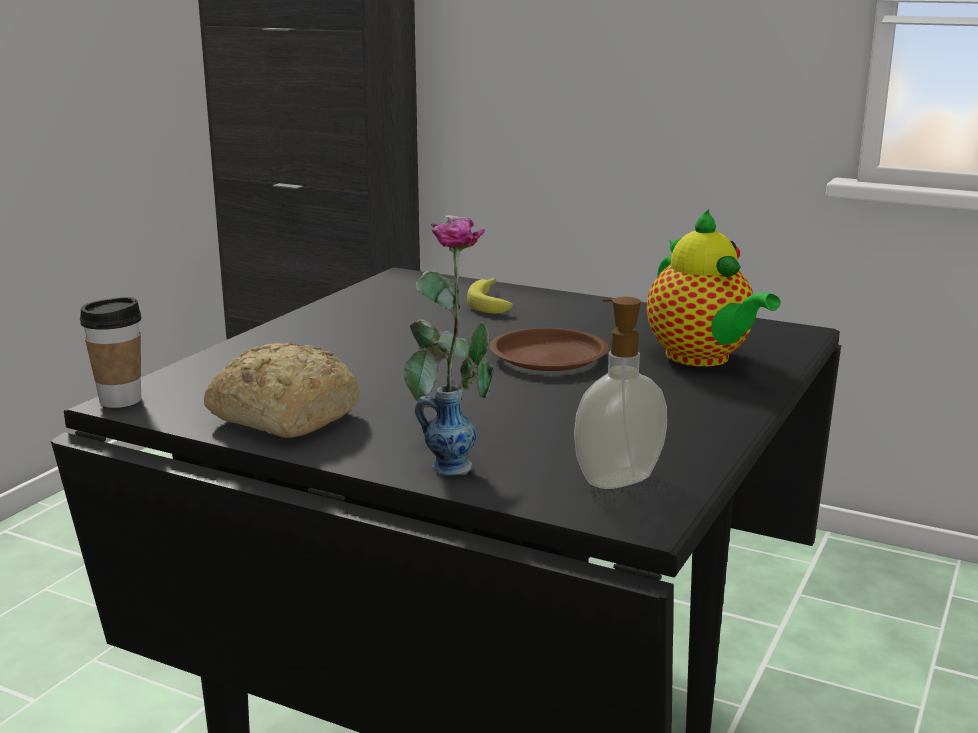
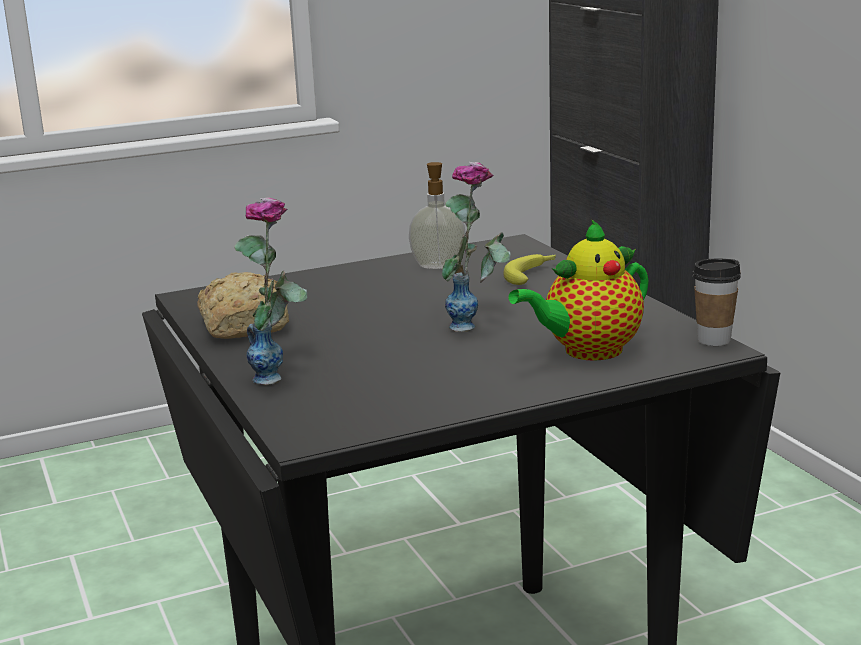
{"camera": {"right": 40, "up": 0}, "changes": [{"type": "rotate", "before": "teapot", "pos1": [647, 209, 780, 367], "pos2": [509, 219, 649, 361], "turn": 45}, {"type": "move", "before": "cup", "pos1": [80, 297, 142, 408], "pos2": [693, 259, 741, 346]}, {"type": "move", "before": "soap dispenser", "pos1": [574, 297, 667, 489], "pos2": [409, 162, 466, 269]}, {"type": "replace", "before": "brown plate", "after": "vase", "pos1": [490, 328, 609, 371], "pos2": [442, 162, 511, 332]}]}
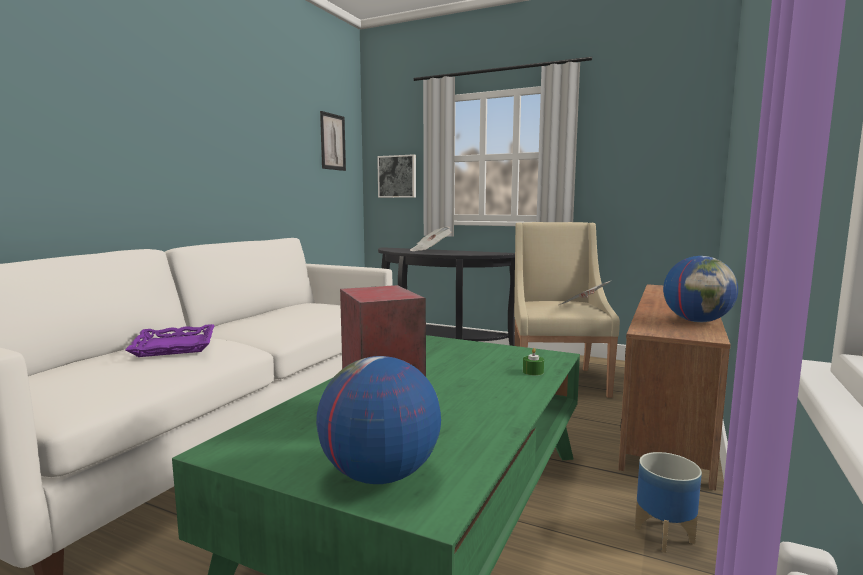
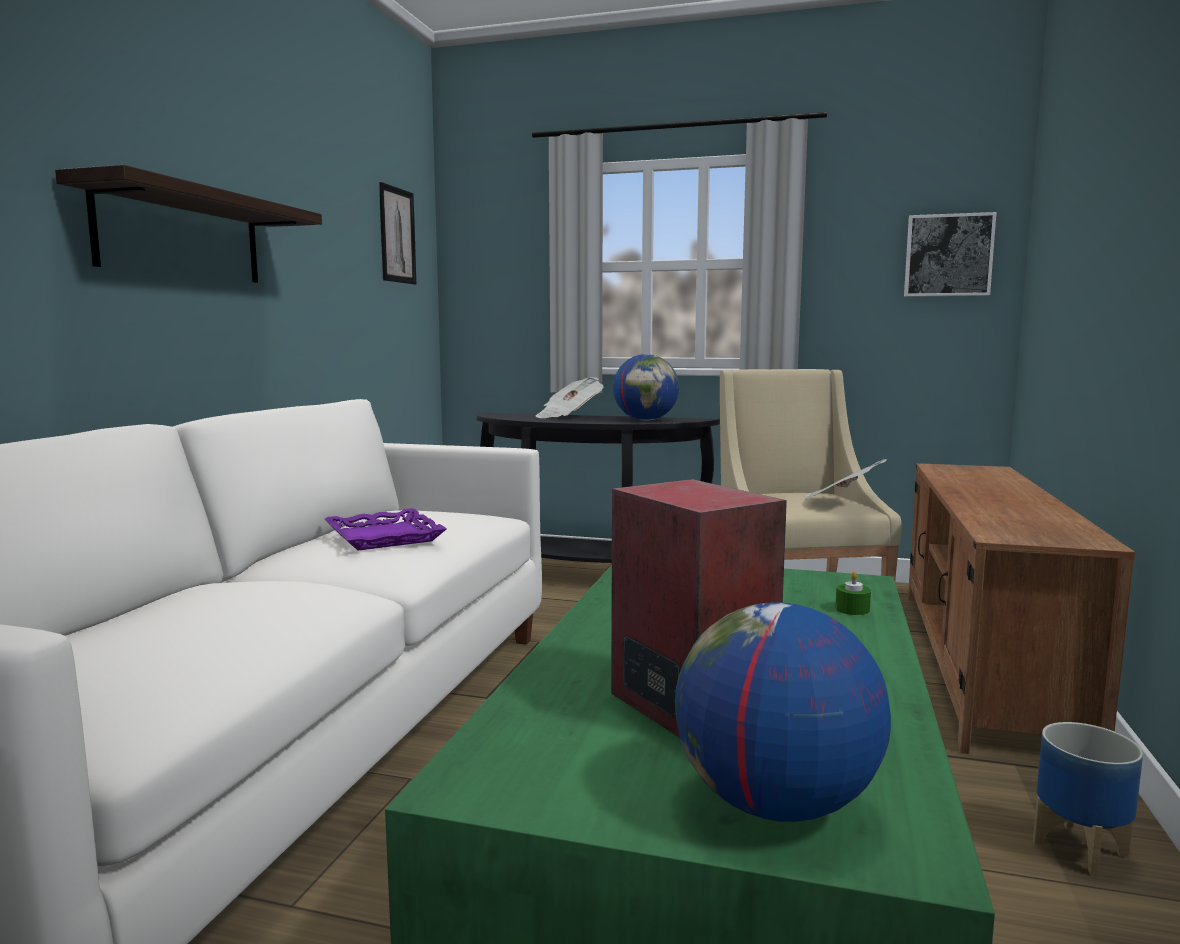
{"camera": {"right": -10, "up": 0}, "changes": [{"type": "move", "before": "picture", "pos1": [377, 154, 416, 198], "pos2": [904, 212, 997, 297]}, {"type": "move", "before": "globe", "pos1": [663, 256, 738, 322], "pos2": [613, 354, 679, 421]}, {"type": "move", "before": "purple tray", "pos1": [125, 324, 215, 357], "pos2": [324, 508, 447, 551]}, {"type": "insert", "after": "shelf", "pos2": [55, 165, 322, 283]}]}
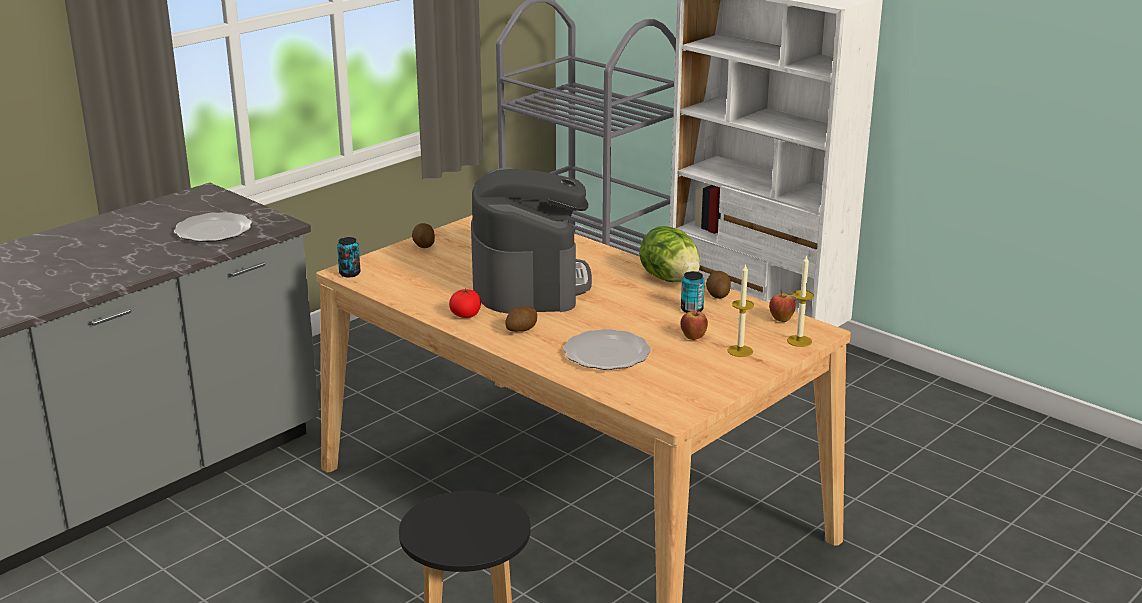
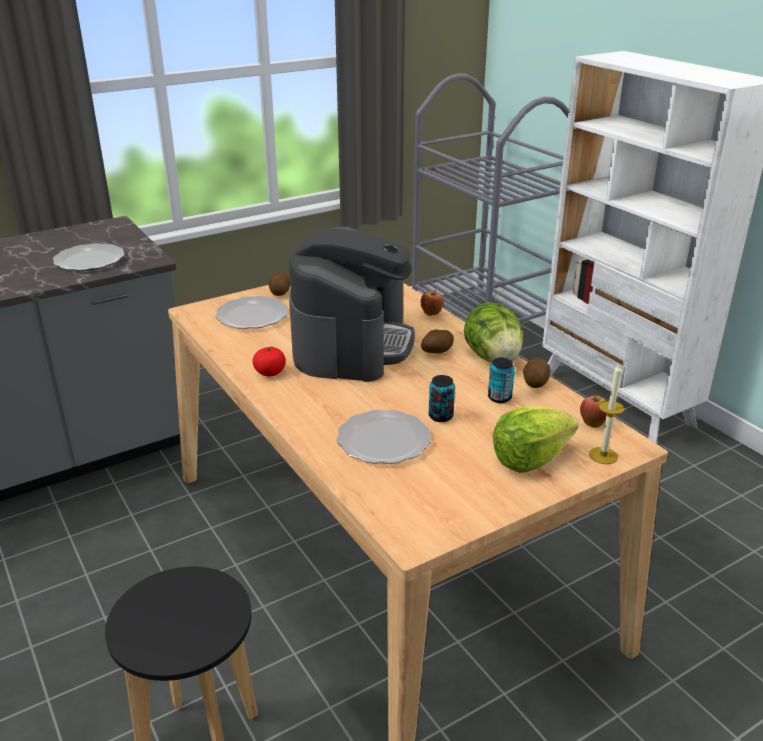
{"camera": {"right": 15, "up": 5}, "changes": [{"type": "move", "before": "can", "pos1": [337, 237, 361, 277], "pos2": [429, 375, 455, 422]}, {"type": "replace", "before": "candle", "after": "lettuce", "pos1": [727, 264, 754, 357], "pos2": [493, 406, 578, 473]}, {"type": "move", "before": "potato", "pos1": [505, 306, 537, 332], "pos2": [421, 329, 454, 353]}, {"type": "move", "before": "apple", "pos1": [680, 309, 708, 340], "pos2": [421, 289, 444, 316]}, {"type": "insert", "after": "plate", "pos2": [215, 296, 288, 329]}]}
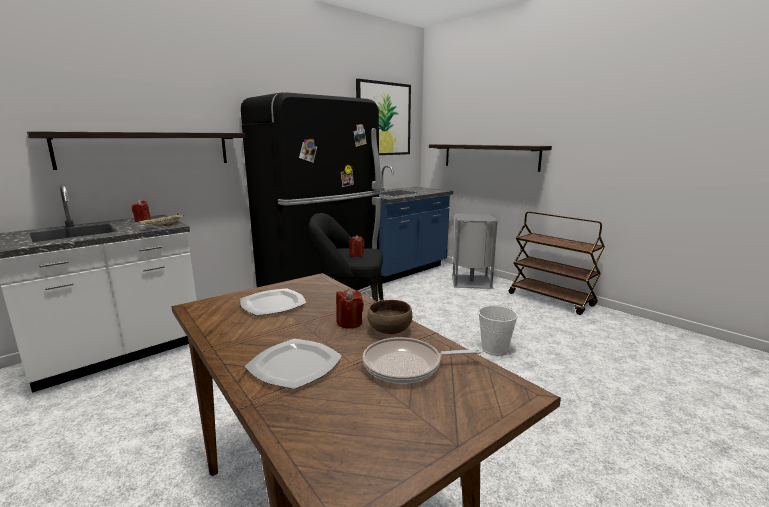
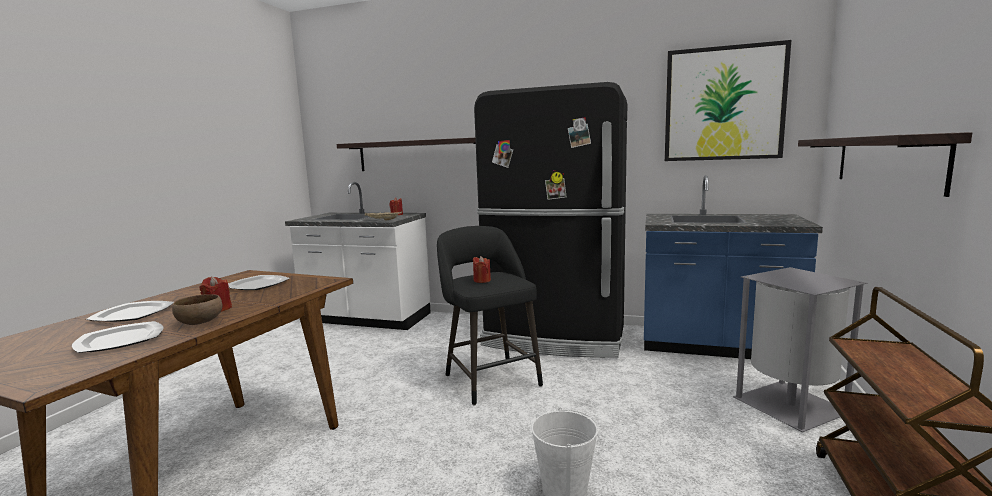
{"camera": {"right": 60, "up": -5}, "changes": [{"type": "replace", "before": "frying pan", "after": "plate", "pos1": [363, 337, 481, 384], "pos2": [72, 321, 164, 353]}]}
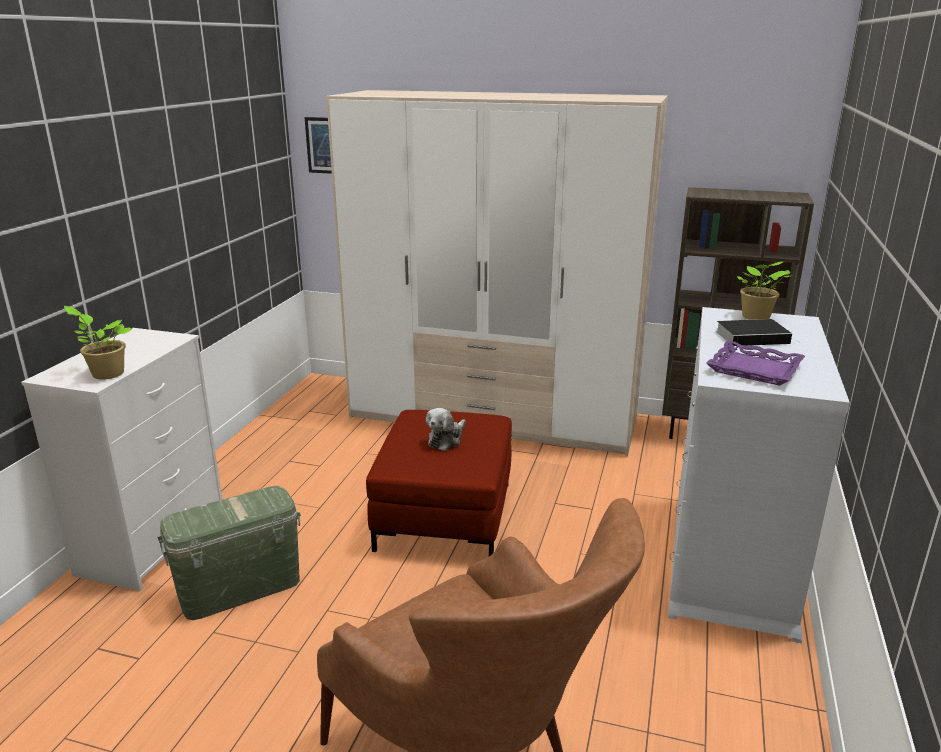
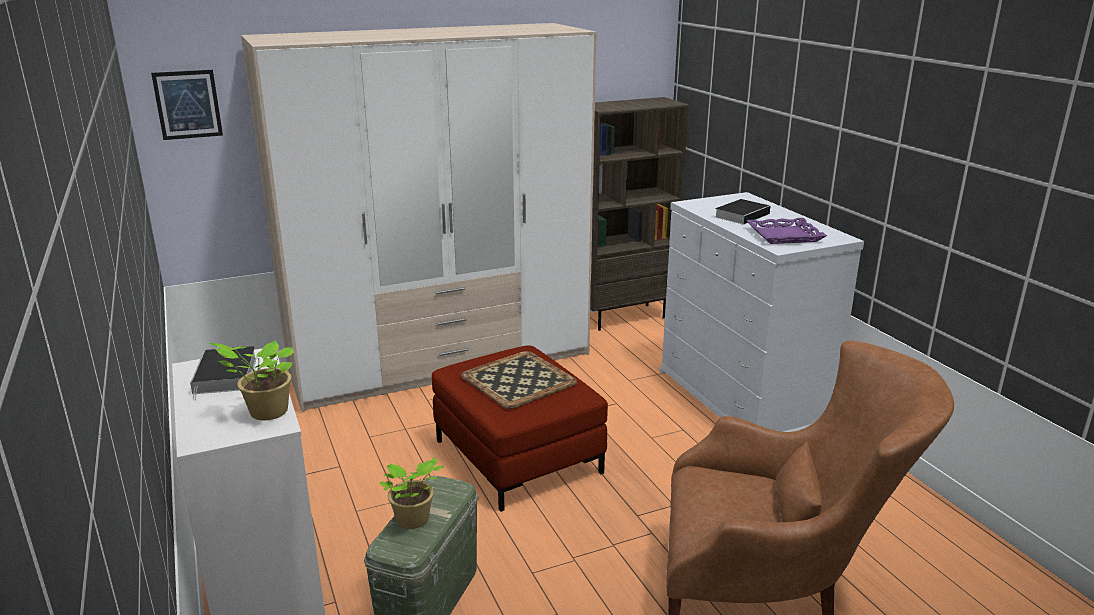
{"camera": {"right": -40, "up": 0}, "changes": [{"type": "move", "before": "potted plant", "pos1": [737, 262, 793, 320], "pos2": [379, 457, 443, 529]}, {"type": "replace", "before": "plush toy", "after": "tray", "pos1": [426, 408, 466, 451], "pos2": [461, 351, 577, 409]}, {"type": "insert", "after": "book", "pos2": [190, 346, 257, 401]}]}
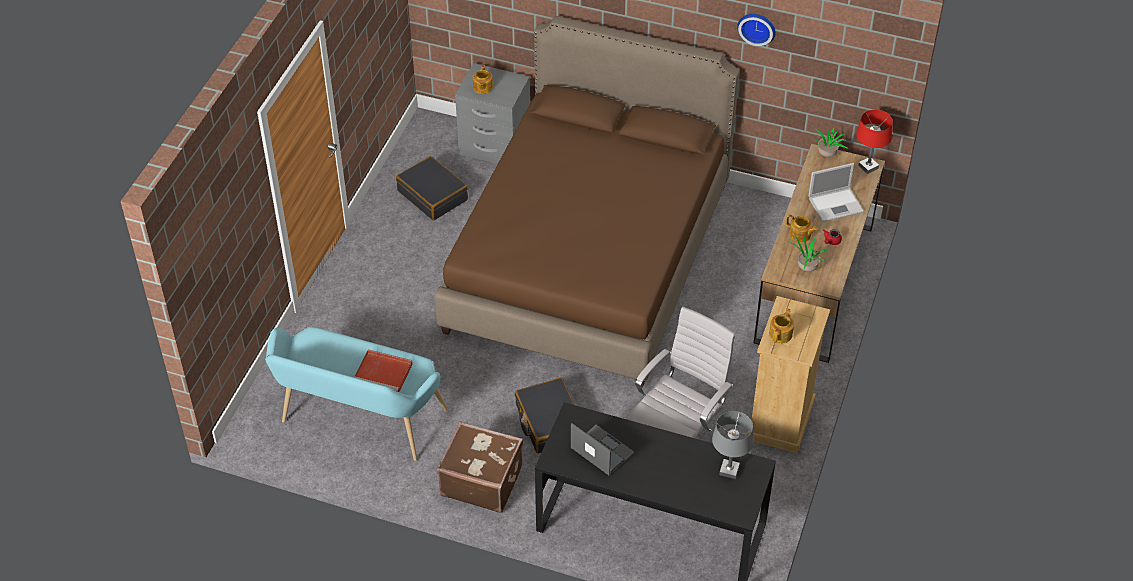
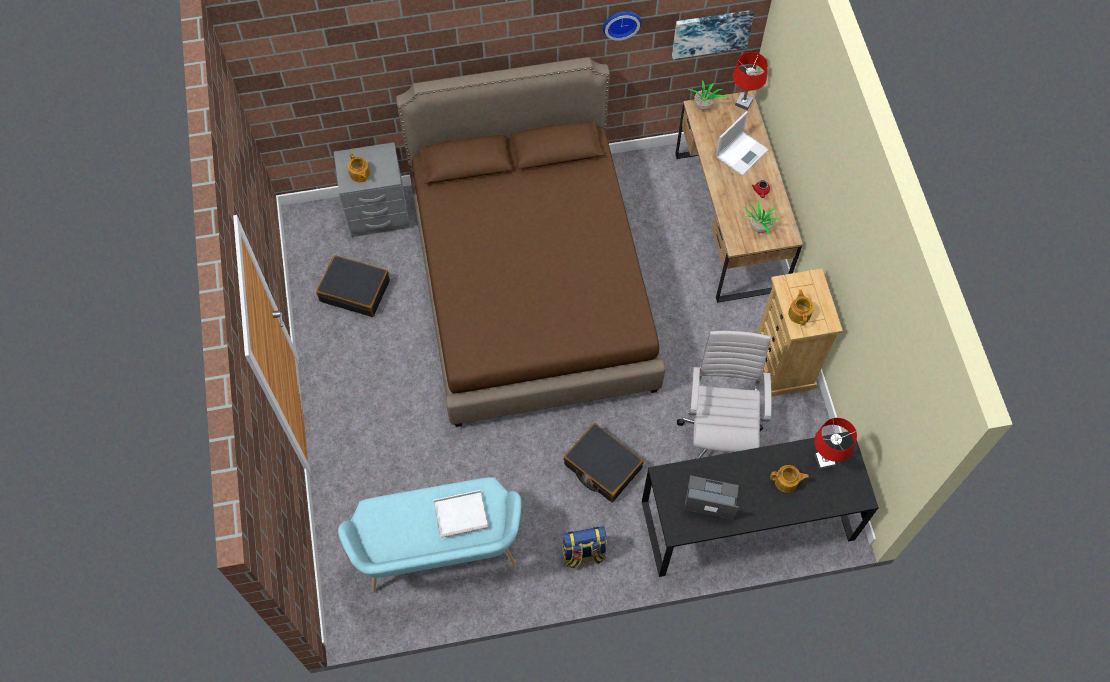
{"camera": {"right": -30, "up": 15}, "changes": [{"type": "move", "before": "teapot", "pos1": [786, 214, 818, 243], "pos2": [770, 465, 809, 493]}, {"type": "recolor", "before": "red tray", "after": "white tray", "pos1": [354, 349, 413, 392], "pos2": [434, 490, 488, 538]}, {"type": "recolor", "before": "grey table lamp", "after": "red table lamp", "pos1": [712, 411, 754, 479], "pos2": [814, 418, 857, 469]}, {"type": "replace", "before": "brown suitcase", "after": "backpack", "pos1": [437, 421, 523, 513], "pos2": [562, 526, 607, 569]}, {"type": "insert", "after": "picture", "pos2": [672, 10, 754, 59]}]}
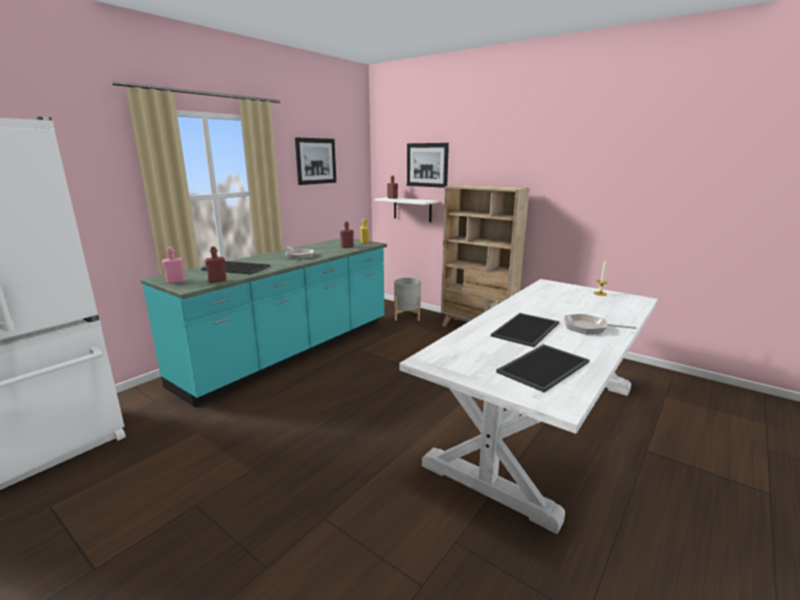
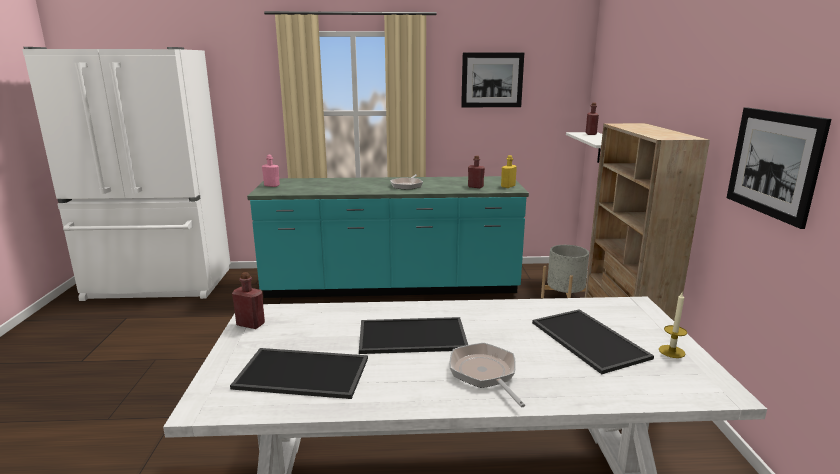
{"camera": {"right": 50, "up": 0}, "changes": [{"type": "move", "before": "picture", "pos1": [407, 143, 449, 188], "pos2": [727, 107, 831, 229]}, {"type": "move", "before": "red bottle", "pos1": [205, 246, 227, 283], "pos2": [232, 272, 265, 329]}, {"type": "move", "before": "tray", "pos1": [201, 261, 270, 274], "pos2": [532, 309, 654, 374]}]}
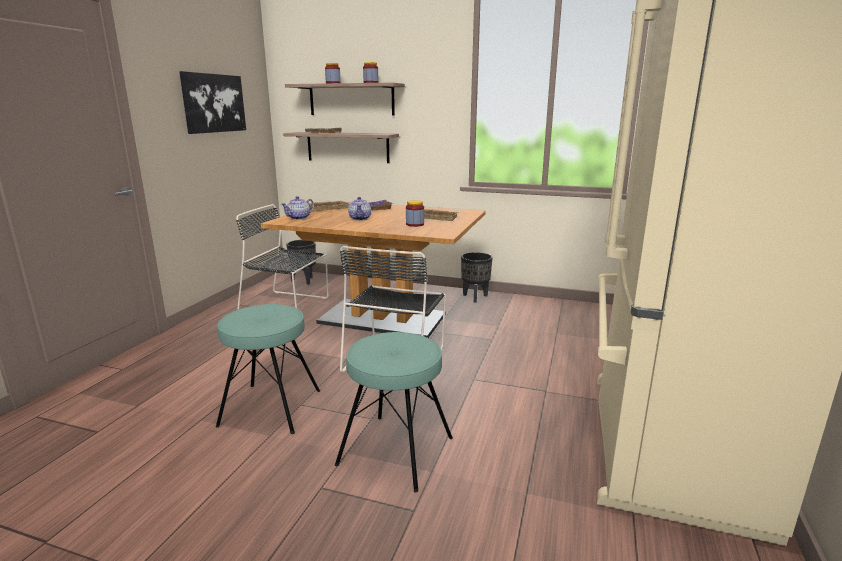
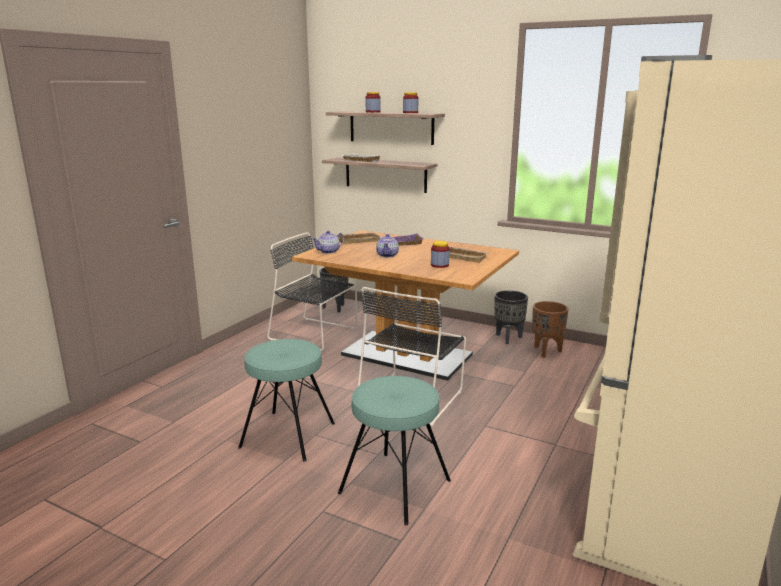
{"camera": {"right": 10, "up": 0}, "changes": [{"type": "delete", "before": "picture", "pos1": [179, 71, 246, 134]}, {"type": "insert", "after": "brown planter", "pos2": [532, 301, 569, 358]}]}
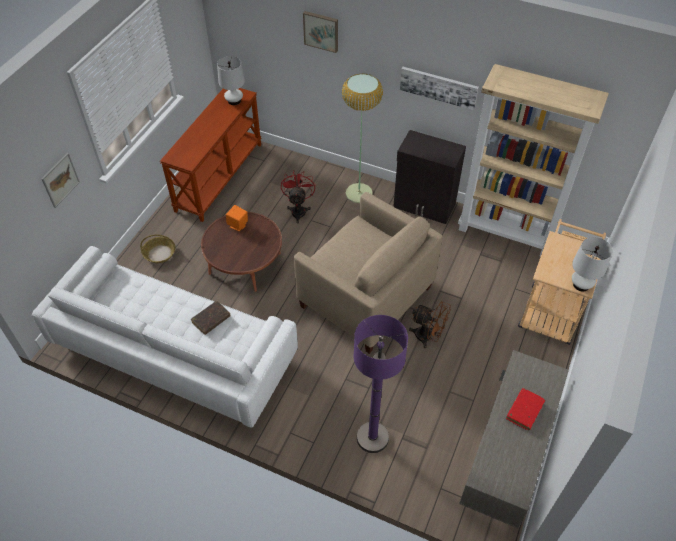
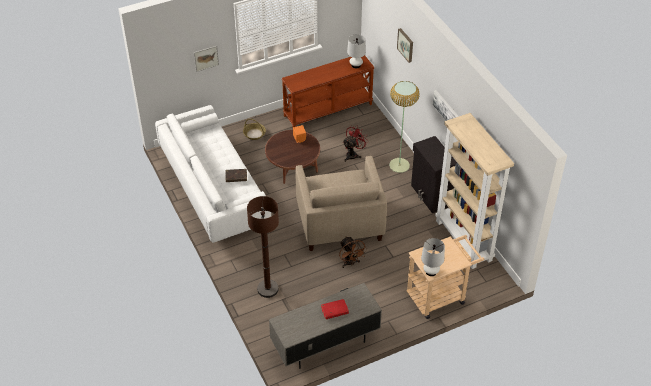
{"camera": {"right": 40, "up": -5}, "changes": [{"type": "recolor", "before": "purple floor lamp", "after": "brown floor lamp", "pos1": [354, 315, 408, 453], "pos2": [247, 196, 279, 298]}]}
